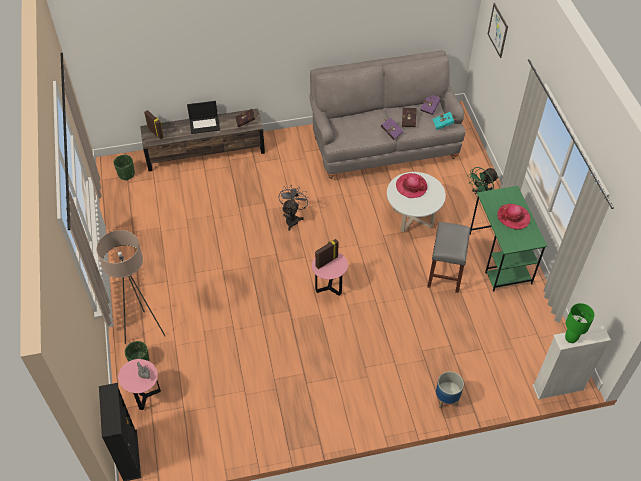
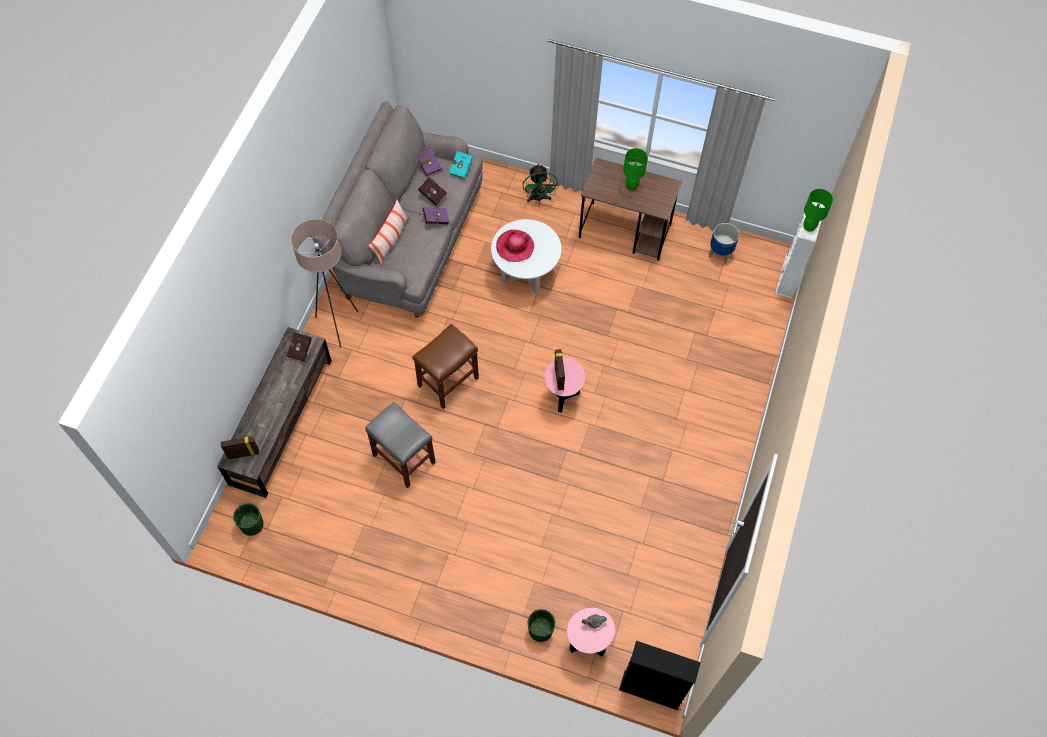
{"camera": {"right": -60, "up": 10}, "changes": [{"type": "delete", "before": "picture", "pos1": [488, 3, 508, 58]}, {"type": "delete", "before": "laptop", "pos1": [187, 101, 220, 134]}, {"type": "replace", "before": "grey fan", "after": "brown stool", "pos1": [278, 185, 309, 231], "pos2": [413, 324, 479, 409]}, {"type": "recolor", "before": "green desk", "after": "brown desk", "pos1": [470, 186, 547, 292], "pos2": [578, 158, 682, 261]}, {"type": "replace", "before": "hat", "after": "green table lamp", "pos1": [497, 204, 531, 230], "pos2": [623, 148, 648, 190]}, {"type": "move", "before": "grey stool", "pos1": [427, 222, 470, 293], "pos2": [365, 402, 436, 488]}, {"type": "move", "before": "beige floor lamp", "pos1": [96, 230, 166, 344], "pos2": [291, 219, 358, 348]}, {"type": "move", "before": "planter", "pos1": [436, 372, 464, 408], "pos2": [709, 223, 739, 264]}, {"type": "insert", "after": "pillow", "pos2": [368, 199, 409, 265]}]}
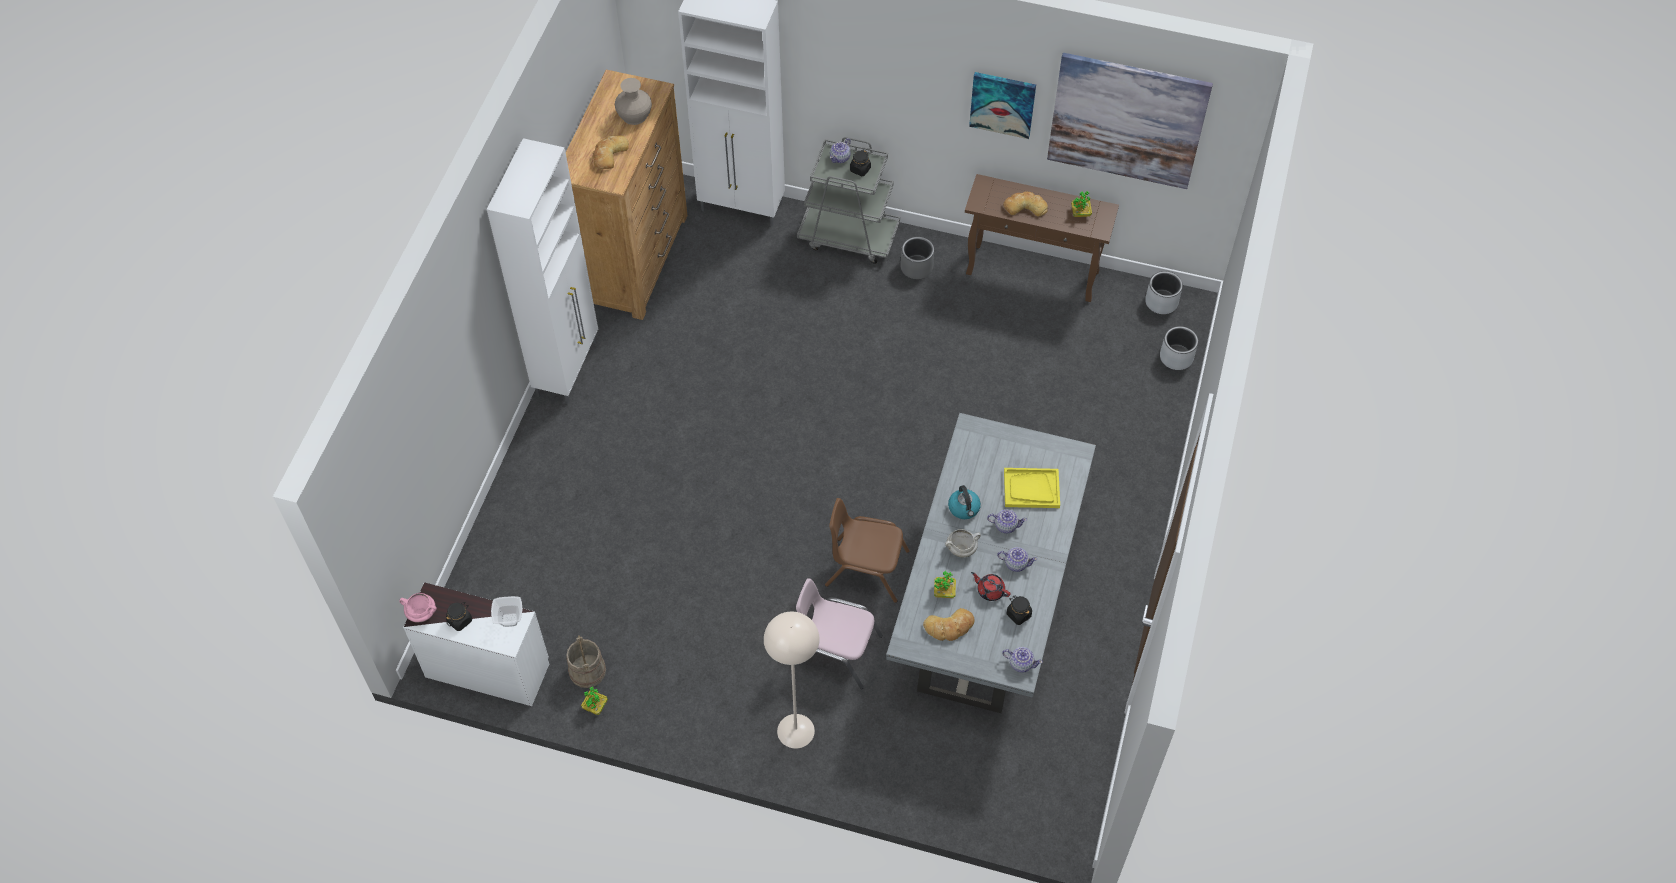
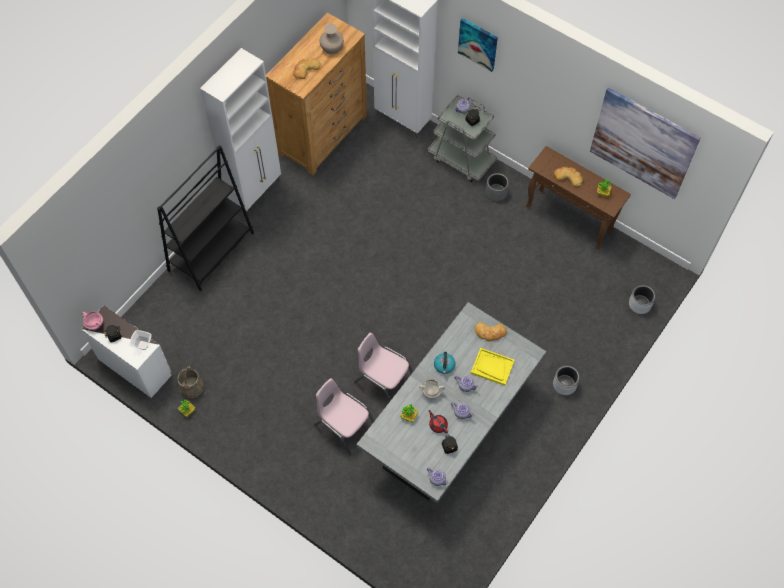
{"camera": {"right": 20, "up": 5}, "changes": [{"type": "move", "before": "picture", "pos1": [969, 72, 1036, 139], "pos2": [458, 18, 498, 72]}, {"type": "move", "before": "grey planter", "pos1": [1145, 271, 1183, 314], "pos2": [553, 365, 580, 395]}, {"type": "recolor", "before": "brown chair", "after": "pink chair", "pos1": [825, 498, 910, 603], "pos2": [354, 333, 413, 402]}, {"type": "move", "before": "bread", "pos1": [923, 608, 974, 641], "pos2": [475, 322, 507, 341]}, {"type": "delete", "before": "beige floor lamp", "pos1": [764, 612, 820, 749]}, {"type": "insert", "after": "black bookcase", "pos2": [157, 145, 254, 291]}]}
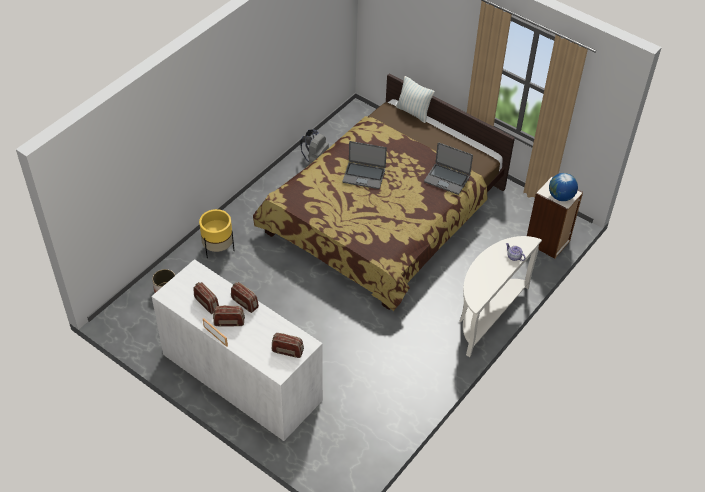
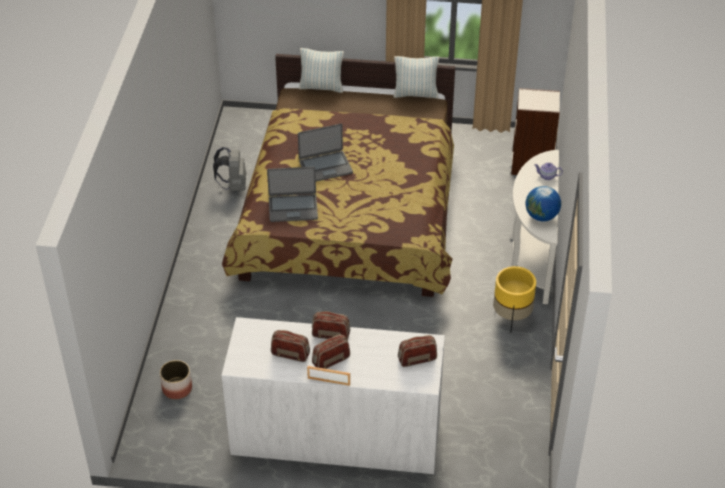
{"camera": {"right": -30, "up": -5}, "changes": [{"type": "move", "before": "laptop", "pos1": [424, 143, 473, 195], "pos2": [267, 167, 318, 222]}, {"type": "move", "before": "globe", "pos1": [549, 173, 578, 201], "pos2": [526, 186, 561, 221]}, {"type": "move", "before": "yellow planter", "pos1": [199, 209, 234, 258], "pos2": [493, 266, 536, 333]}, {"type": "insert", "after": "pillow", "pos2": [393, 56, 439, 98]}]}
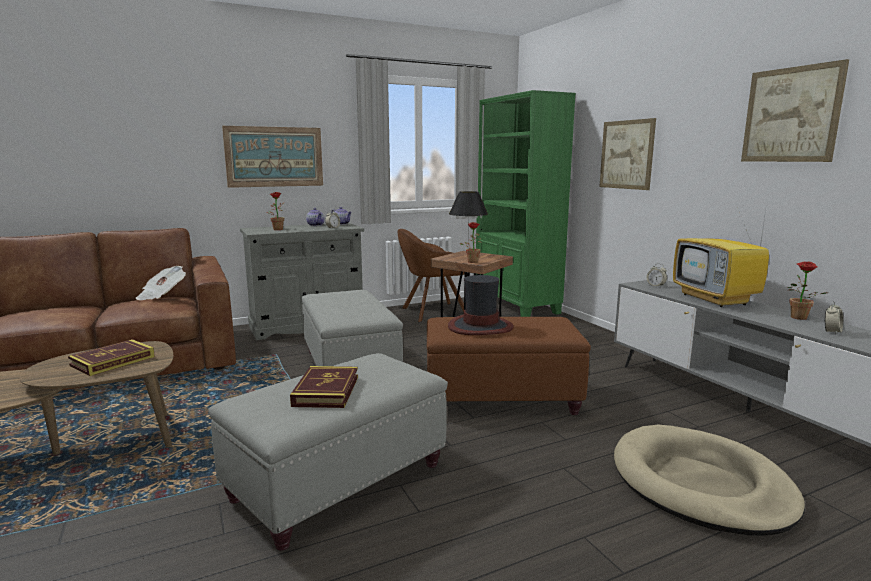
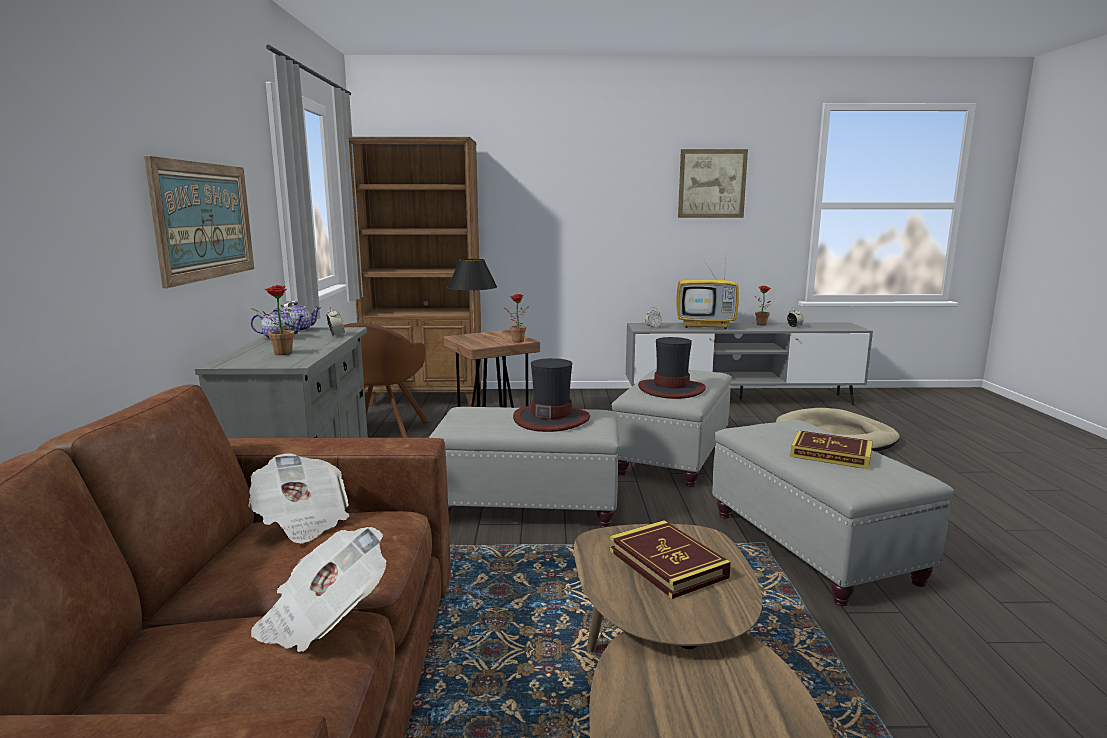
{"camera": {"right": -65, "up": 0}, "changes": [{"type": "recolor", "before": "green bookcase", "after": "brown bookcase", "pos1": [476, 90, 576, 317], "pos2": [349, 137, 482, 406]}, {"type": "delete", "before": "picture", "pos1": [599, 118, 656, 190]}, {"type": "recolor", "before": "brown ottoman", "after": "grey ottoman", "pos1": [427, 317, 591, 415], "pos2": [612, 368, 732, 487]}, {"type": "insert", "after": "hat", "pos2": [513, 358, 590, 432]}, {"type": "insert", "after": "newspaper", "pos2": [251, 527, 386, 652]}]}
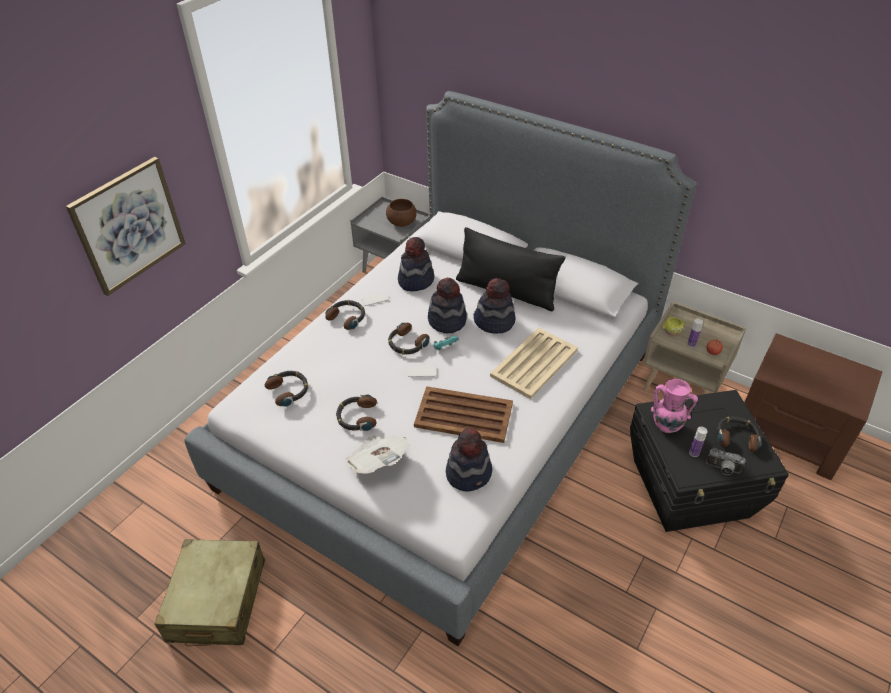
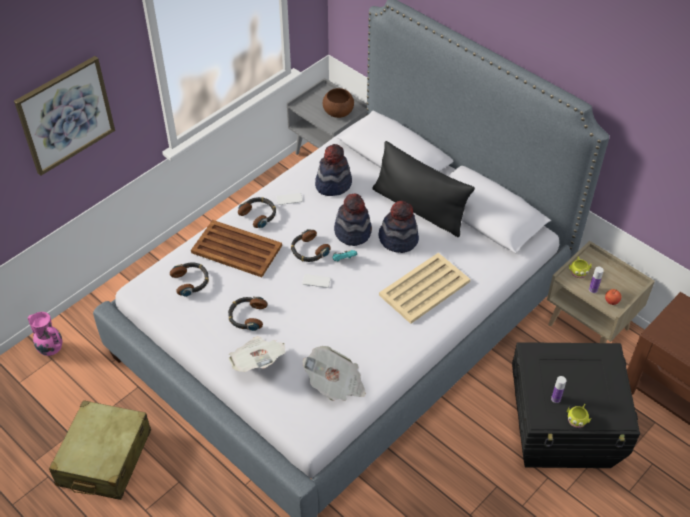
{"camera": {"right": 10, "up": 5}, "changes": [{"type": "move", "before": "pink vase", "pos1": [651, 379, 698, 433], "pos2": [28, 312, 62, 356]}, {"type": "move", "before": "brown tray", "pos1": [414, 386, 513, 443], "pos2": [191, 220, 282, 277]}, {"type": "delete", "before": "headphones", "pos1": [717, 417, 761, 452]}, {"type": "replace", "before": "hat", "after": "newspaper", "pos1": [446, 428, 492, 492], "pos2": [303, 346, 366, 401]}, {"type": "replace", "before": "photo camera", "after": "yellow mug", "pos1": [706, 448, 746, 475], "pos2": [567, 404, 591, 428]}]}
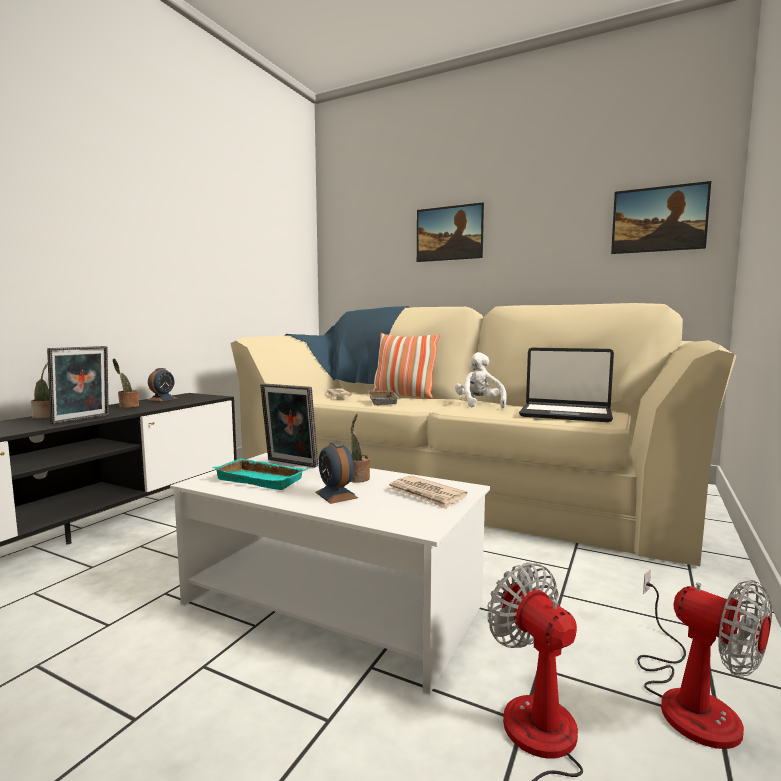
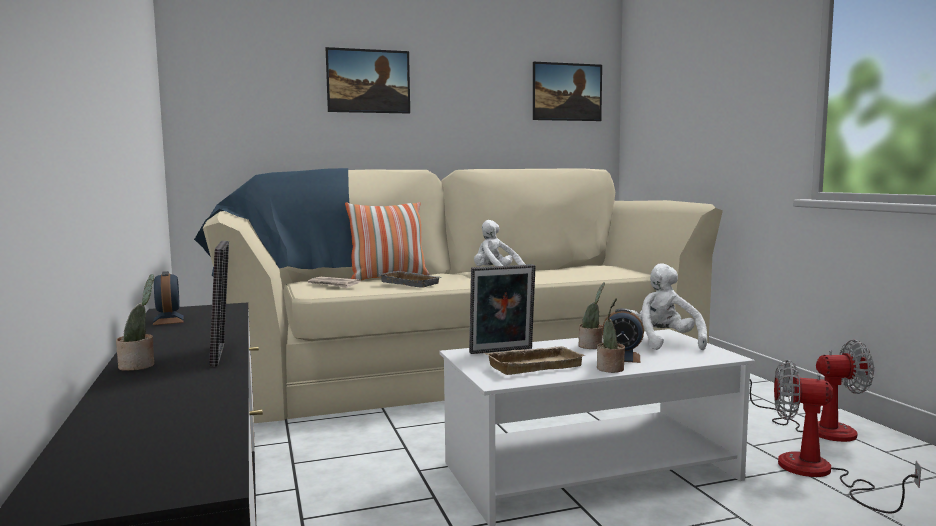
{"camera": {"right": -45, "up": 0}, "changes": [{"type": "delete", "before": "laptop", "pos1": [519, 348, 614, 422]}, {"type": "move", "before": "potted plant", "pos1": [113, 358, 139, 408], "pos2": [597, 298, 625, 373]}, {"type": "recolor", "before": "turquoise tray", "after": "beige tray", "pos1": [212, 458, 308, 490], "pos2": [485, 346, 585, 375]}, {"type": "replace", "before": "newspaper", "after": "white plush toy", "pos1": [387, 476, 467, 509], "pos2": [631, 263, 707, 350]}]}
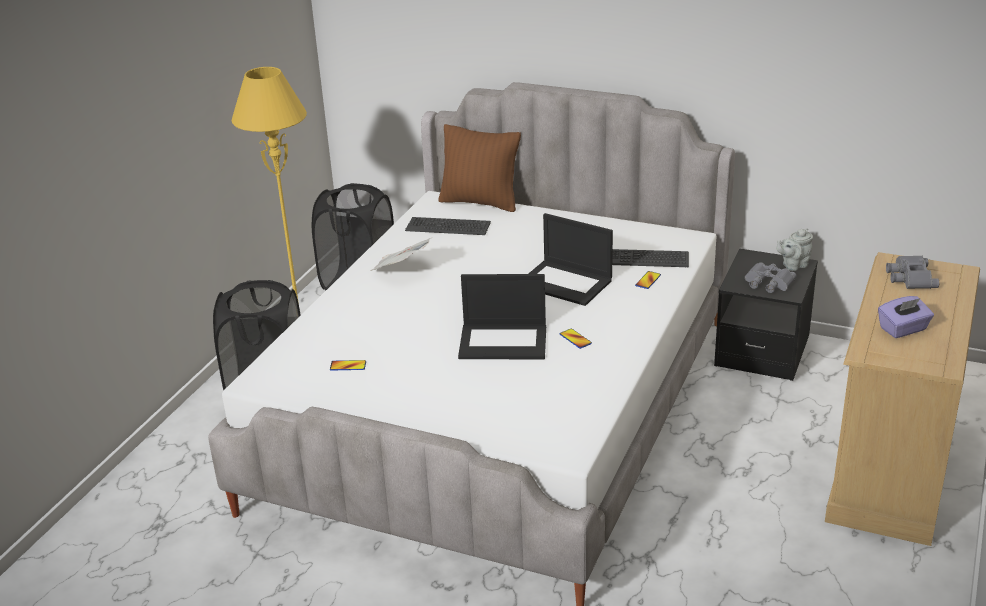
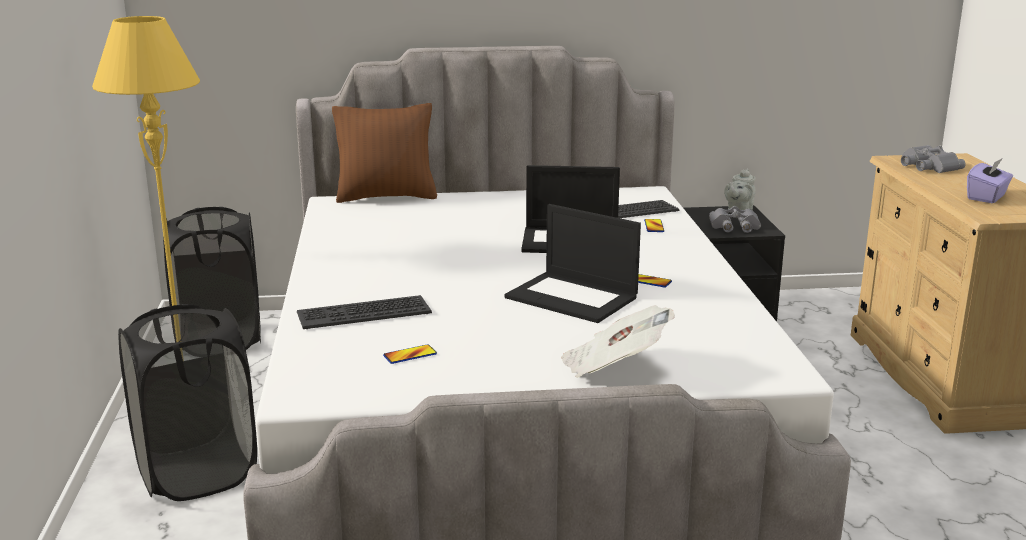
{"camera": {"right": -30, "up": -10}, "changes": [{"type": "move", "before": "keyboard", "pos1": [405, 217, 491, 235], "pos2": [297, 295, 432, 329]}, {"type": "move", "before": "newspaper", "pos1": [371, 237, 433, 271], "pos2": [561, 305, 675, 378]}, {"type": "rotate", "before": "laptop", "pos1": [458, 274, 546, 359], "pos2": [505, 204, 641, 323], "turn": 60}]}
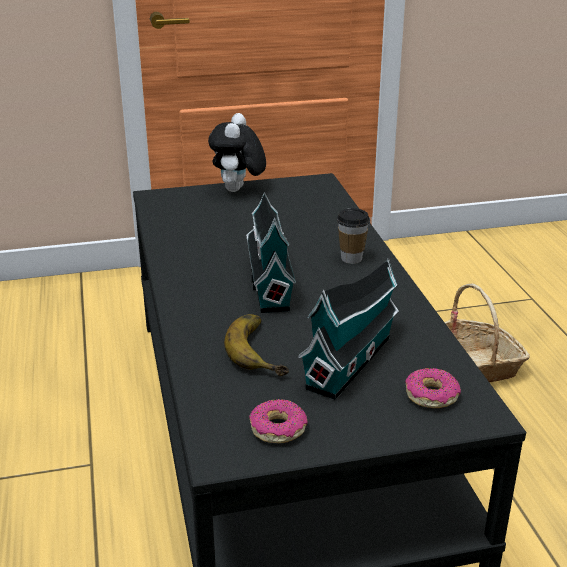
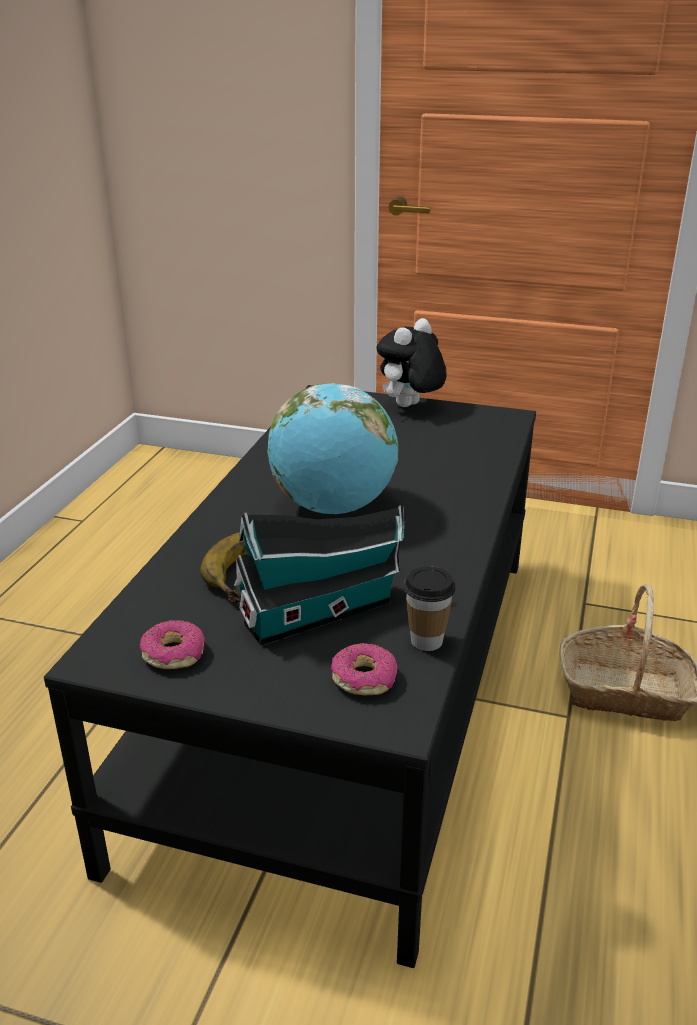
{"camera": {"right": 30, "up": 0}, "changes": [{"type": "replace", "before": "toy house", "after": "globe", "pos1": [246, 192, 296, 313], "pos2": [267, 383, 399, 514]}, {"type": "move", "before": "cup", "pos1": [337, 208, 370, 264], "pos2": [404, 566, 456, 651]}]}
